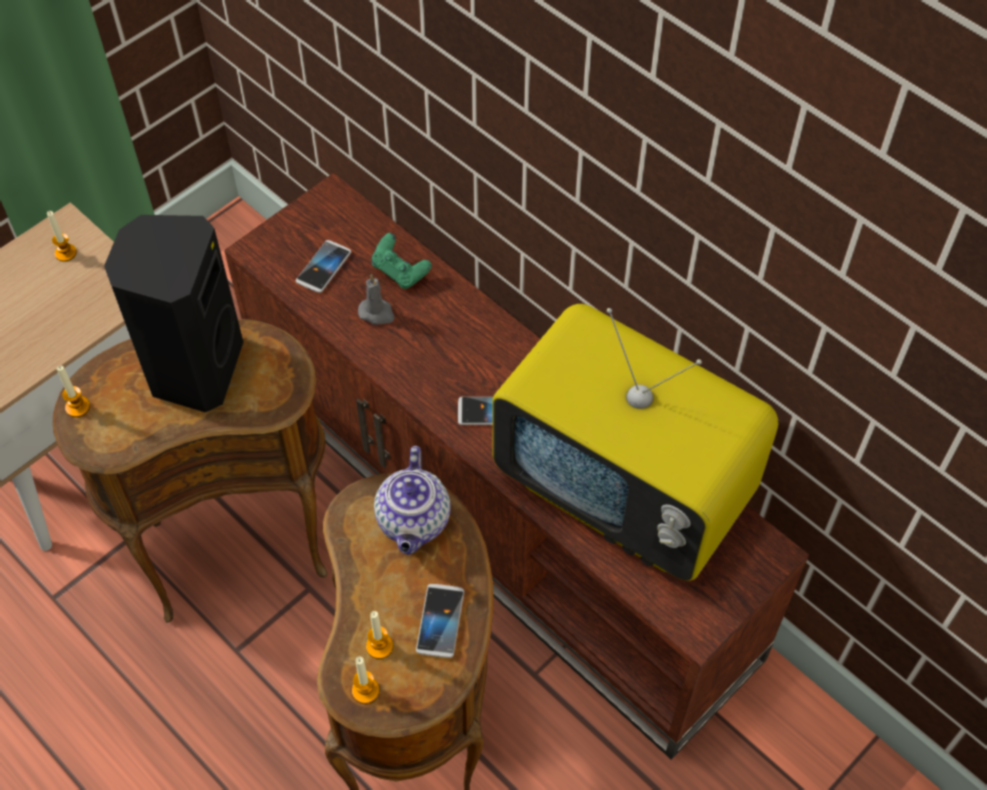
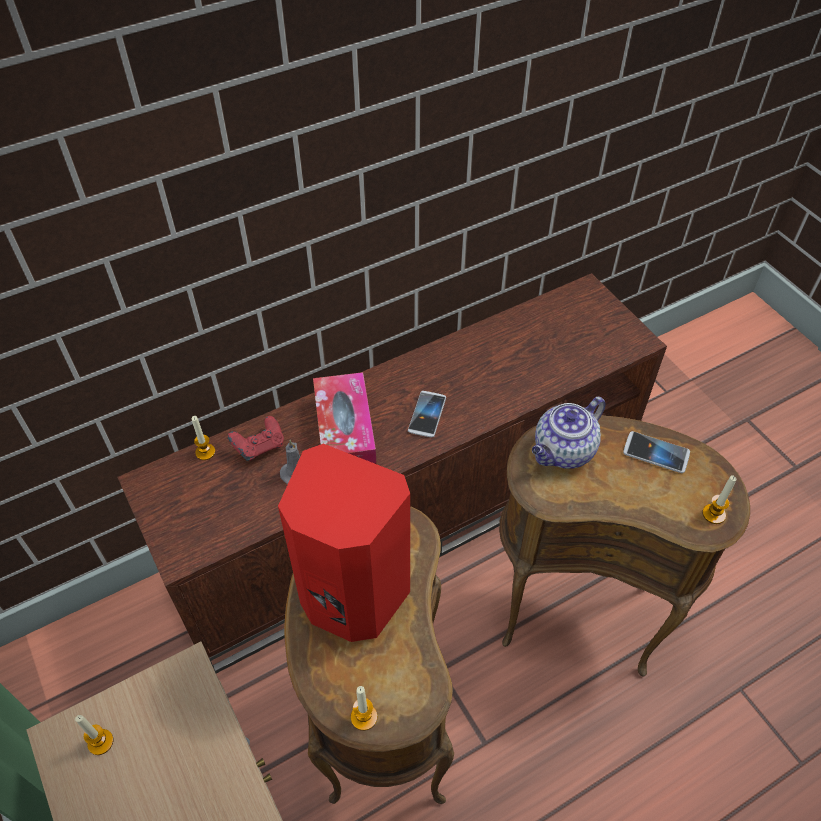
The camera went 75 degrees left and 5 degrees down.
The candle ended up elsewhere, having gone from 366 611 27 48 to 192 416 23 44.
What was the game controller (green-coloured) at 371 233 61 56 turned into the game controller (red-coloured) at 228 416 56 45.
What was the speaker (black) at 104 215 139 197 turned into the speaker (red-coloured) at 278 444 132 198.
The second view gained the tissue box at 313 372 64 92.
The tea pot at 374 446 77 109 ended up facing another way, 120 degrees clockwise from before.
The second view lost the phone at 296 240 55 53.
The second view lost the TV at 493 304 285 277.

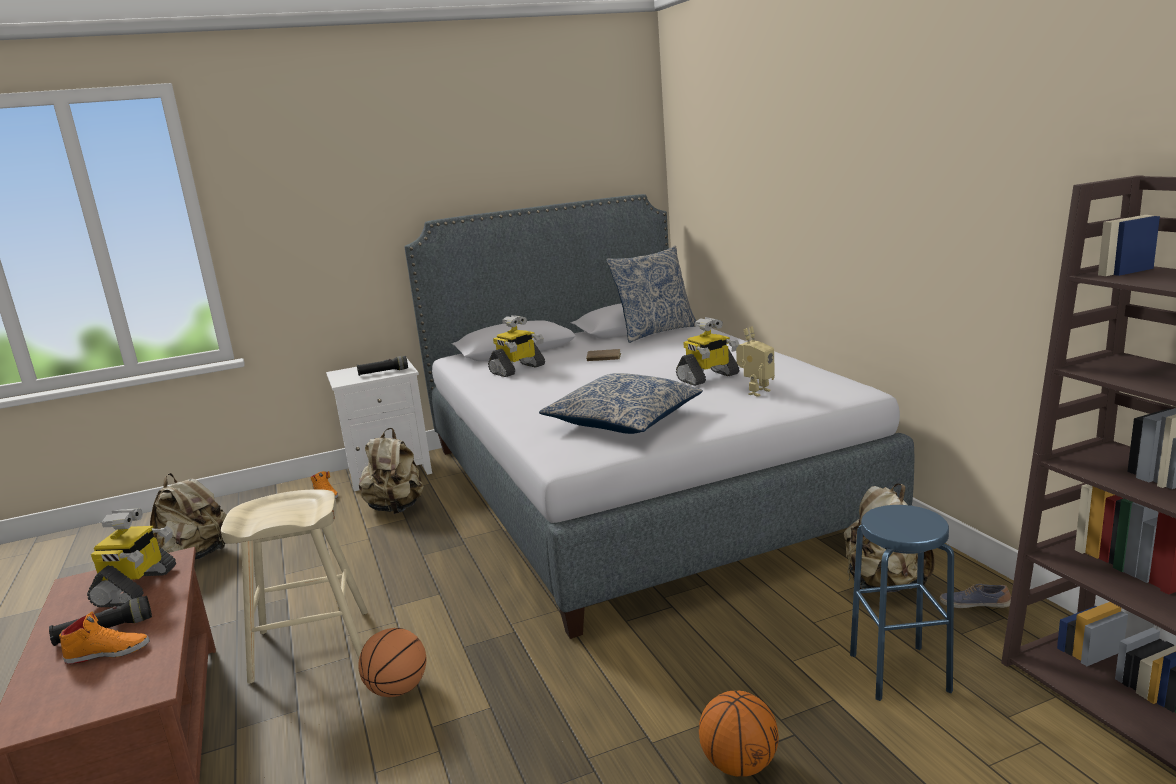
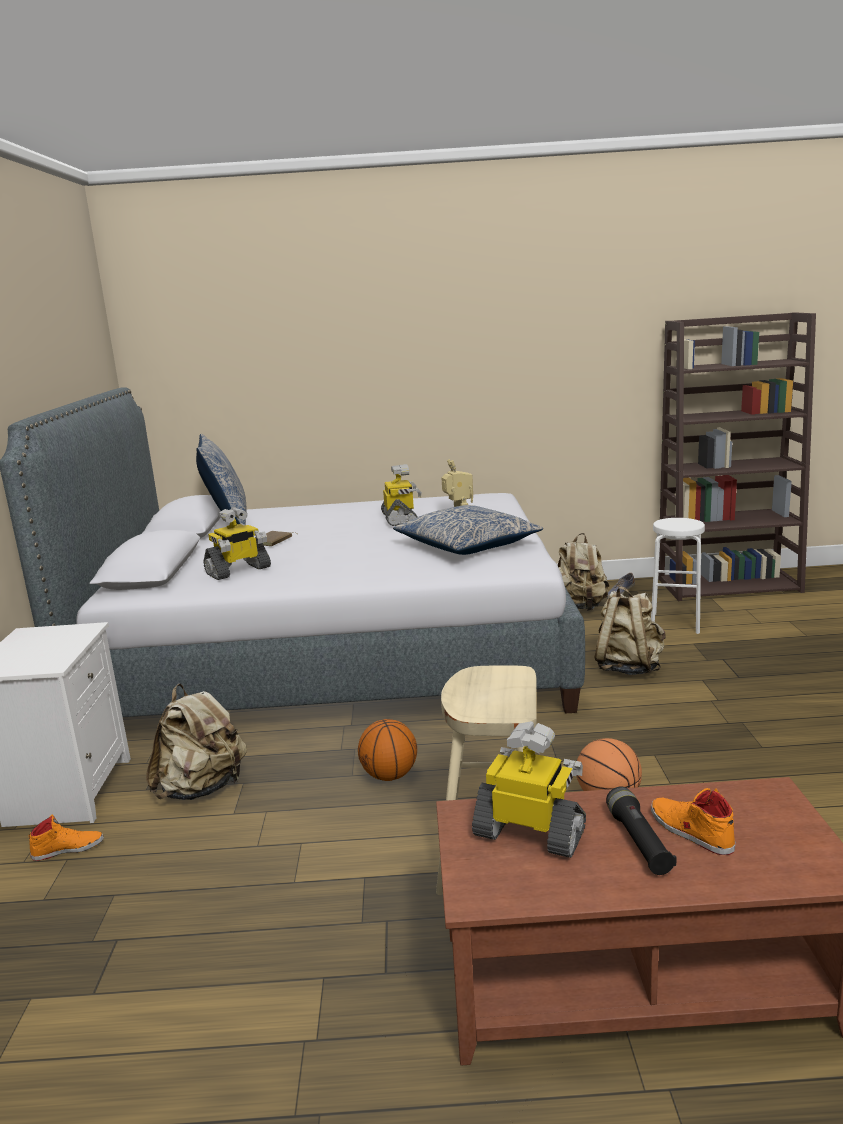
The camera went 70 degrees left and 0 degrees up.
The model robot at 488 315 57 62 ended up facing another way, 75 degrees clockwise from before.
The basketball ended up elsewhere, having gone from 699 691 80 86 to 358 719 59 62.
The backpack (beige-coloured) ended up elsewhere, having gone from 150 473 76 87 to 595 586 70 89.
What was the stool seat (bluish) at 850 505 104 196 turned into the stool seat (white) at 651 518 54 116.
The low shoe (orangey) at 59 611 91 53 ended up facing another way, 45 degrees counterclockwise from before.
The second view lost the flashlight (black) at 357 356 51 20.

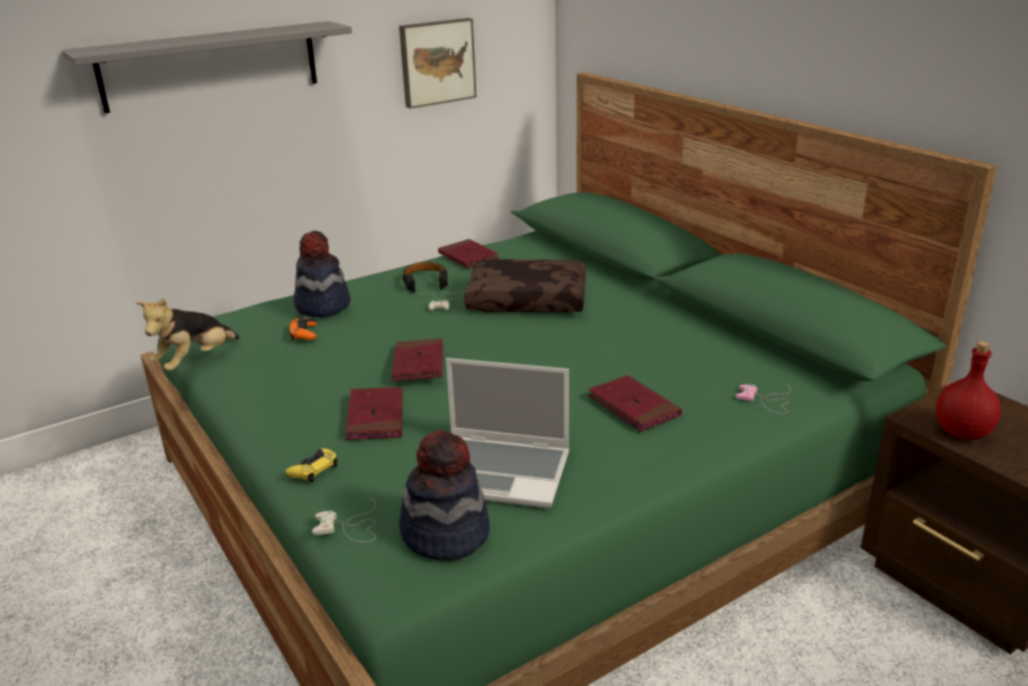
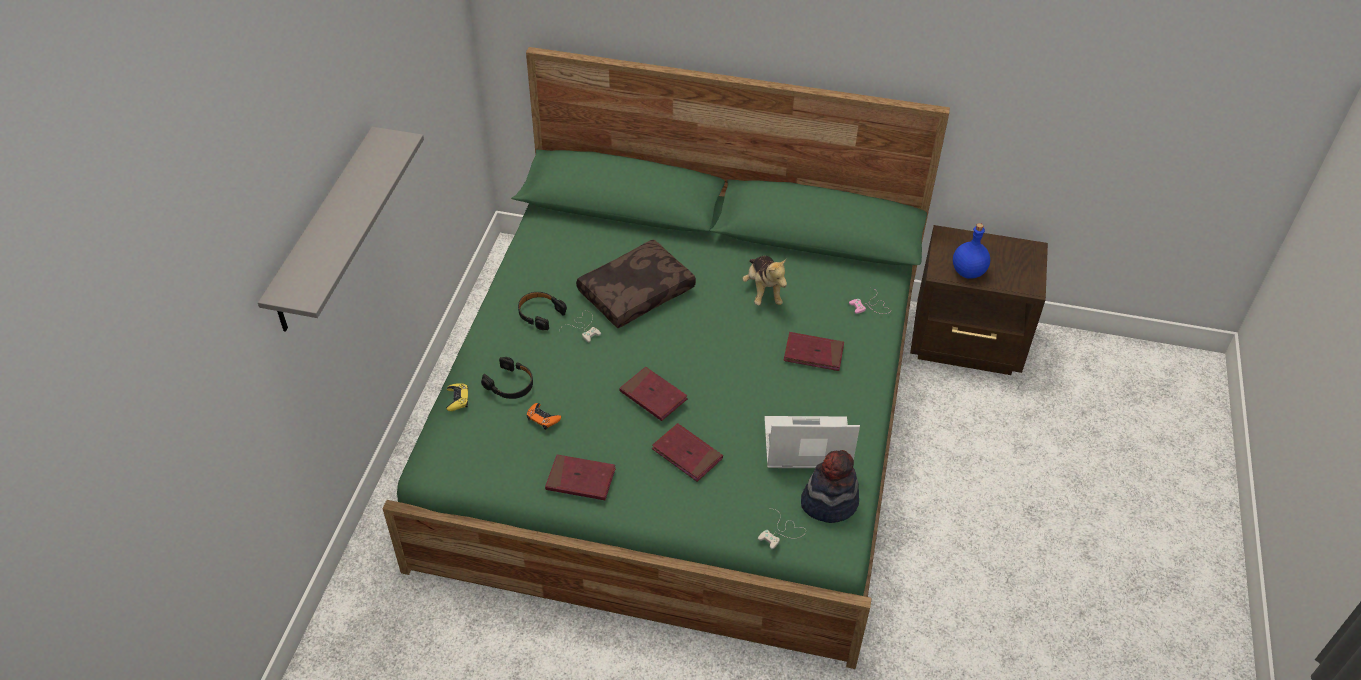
The camera went 45 degrees left and 20 degrees up.
The game controller (yellowish) ended up elsewhere, having gone from 286 448 51 35 to 446 383 22 28.
Where the hat stood at 293 231 58 87, the pair of headphones (black) came to stand at 481 357 52 42.
The bound book (red-coloured) ended up elsewhere, having gone from 438 239 61 29 to 545 454 71 46.
The plush toy ended up elsewhere, having gone from 136 298 103 73 to 742 256 45 49.
The notebook computer at 446 358 123 150 ended up facing another way, 150 degrees counterclockwise from before.
What was the drink bottle (red-coloured) at 936 341 65 99 turned into the drink bottle (bluish) at 953 223 37 56.
The second view lost the wall picture at 399 18 77 91.

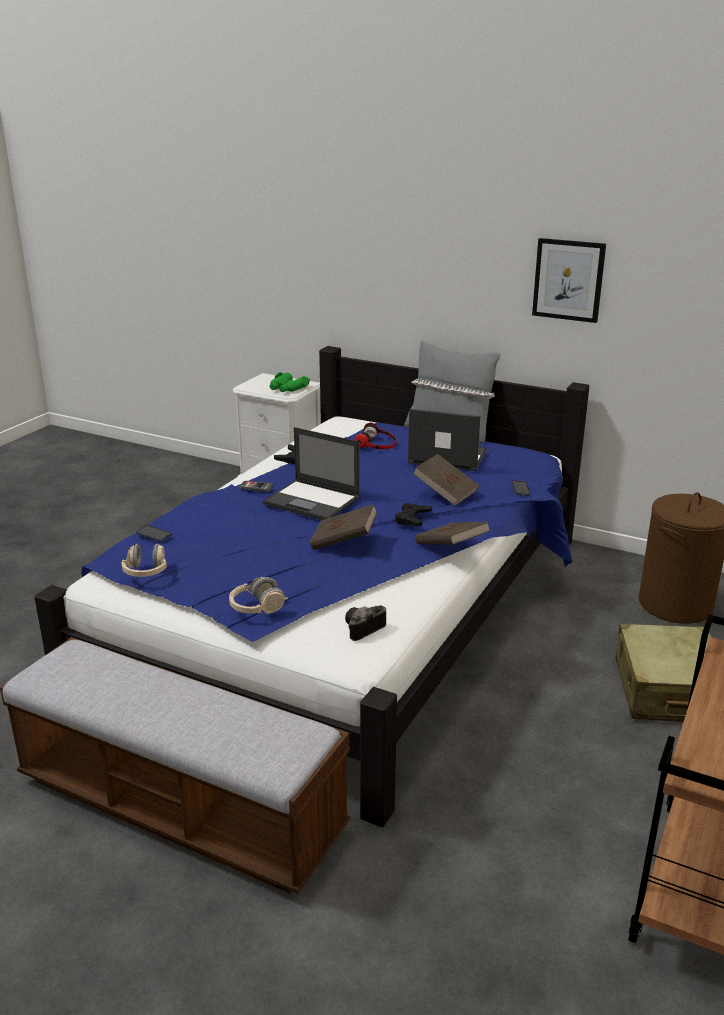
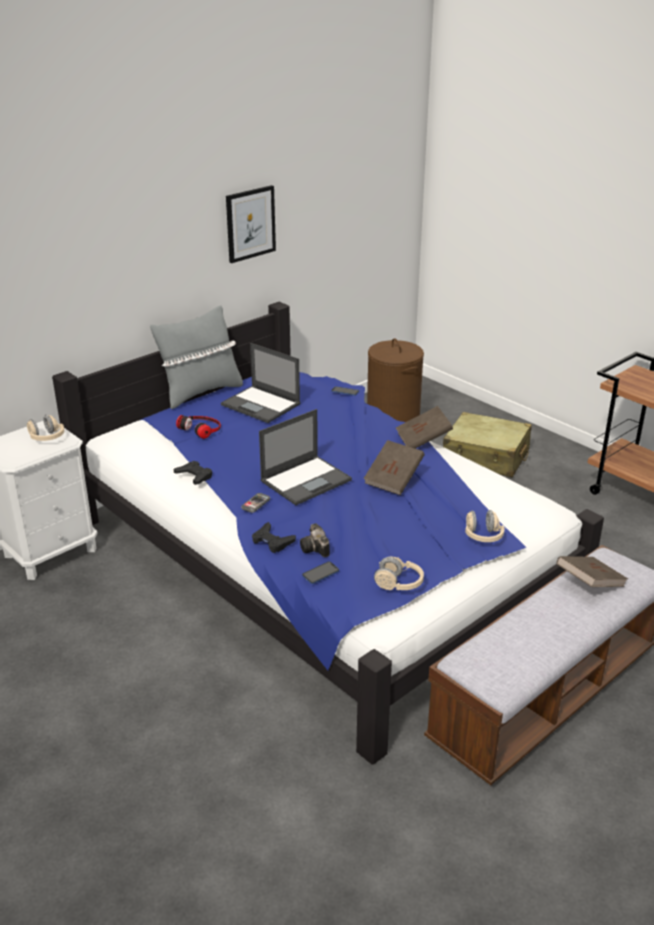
The camera went 70 degrees left and 5 degrees up.
Where the pair of binoculars (green-coloured) stood at 270 372 40 20, the pair of headphones (beige-coloured) came to stand at 27 415 37 26.
The notebook computer at 408 409 79 62 ended up facing another way, 90 degrees counterclockwise from before.
The game controller (black) ended up elsewhere, having gone from 395 503 37 23 to 252 522 44 31.
The photo camera ended up elsewhere, having gone from 345 605 41 36 to 300 523 30 34.
The bound book (brown-coloured) ended up elsewhere, having gone from 413 454 66 52 to 557 556 71 31.

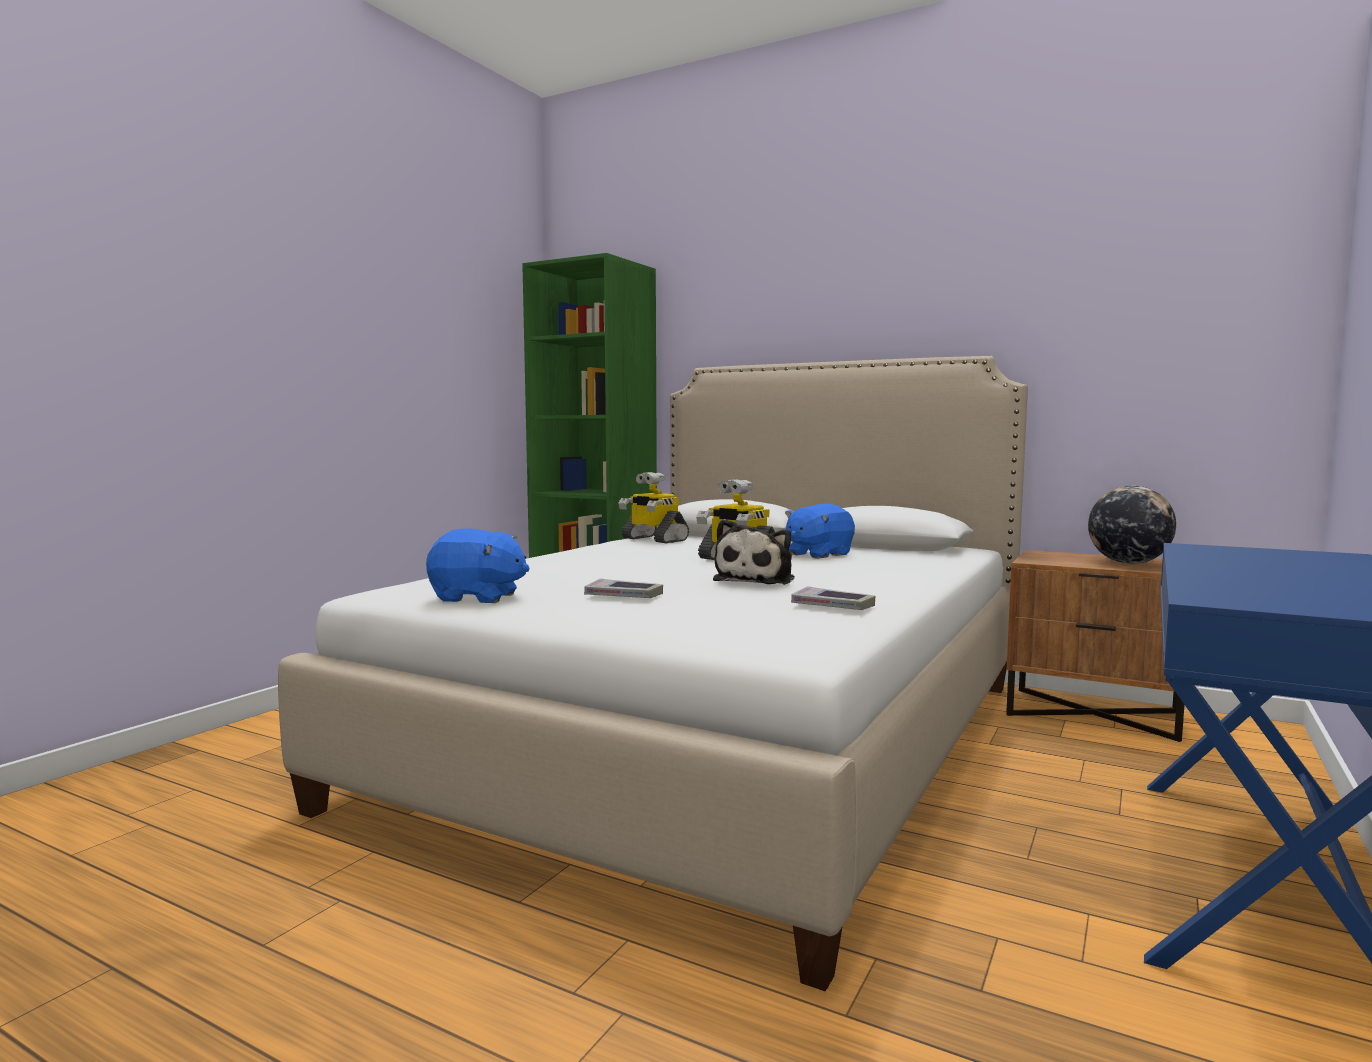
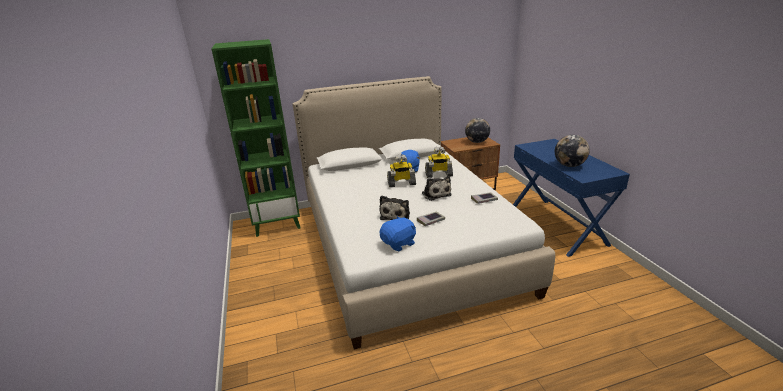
The camera went 45 degrees left and 20 degrees up.
The second view gained the plush toy at 380 196 30 24.
The model robot ended up elsewhere, having gone from 618 472 71 72 to 425 146 28 32.
The second view gained the world globe at 555 135 35 32.

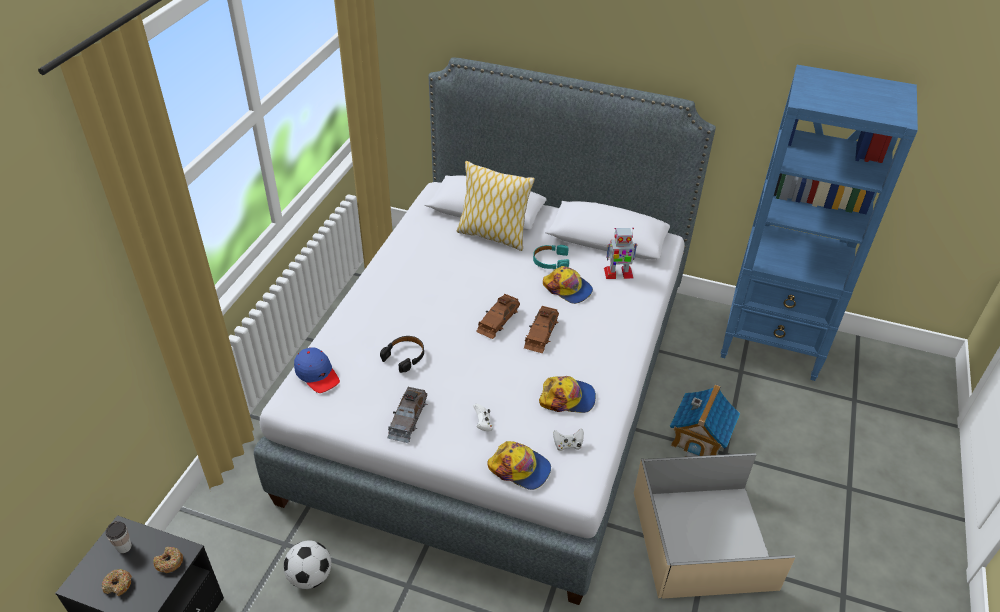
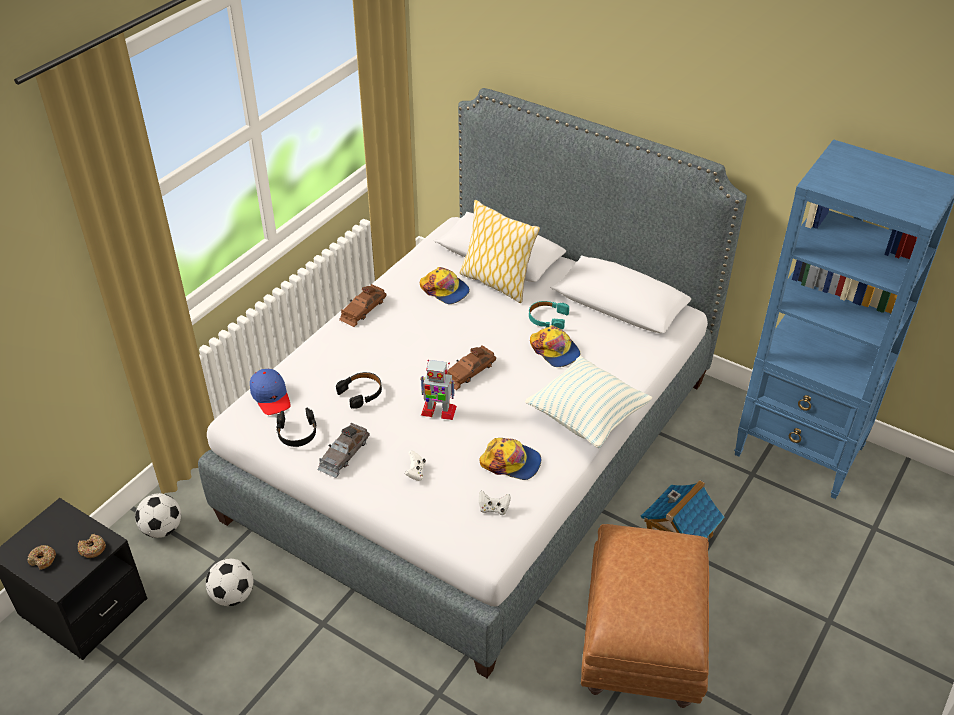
The camera went 15 degrees right and 0 degrees up.
The second view gained the football at 135 493 46 45.
The second view gained the pair of headphones (black) at 276 408 40 39.
The model car (brown-coloured) ended up elsewhere, having gone from 524 306 35 48 to 339 284 47 43.
The cap ended up elsewhere, having gone from 488 441 63 49 to 420 267 50 37.
The model robot ended up elsewhere, having gone from 604 228 33 51 to 420 360 37 60.
The second view gained the throw pillow at 525 356 127 92.
Where the storage bin (beige-coloured) stood at 634 453 161 146, the ottoman (brown-coloured) came to stand at 581 524 128 184.
The second view lost the small cup at 106 521 26 32.

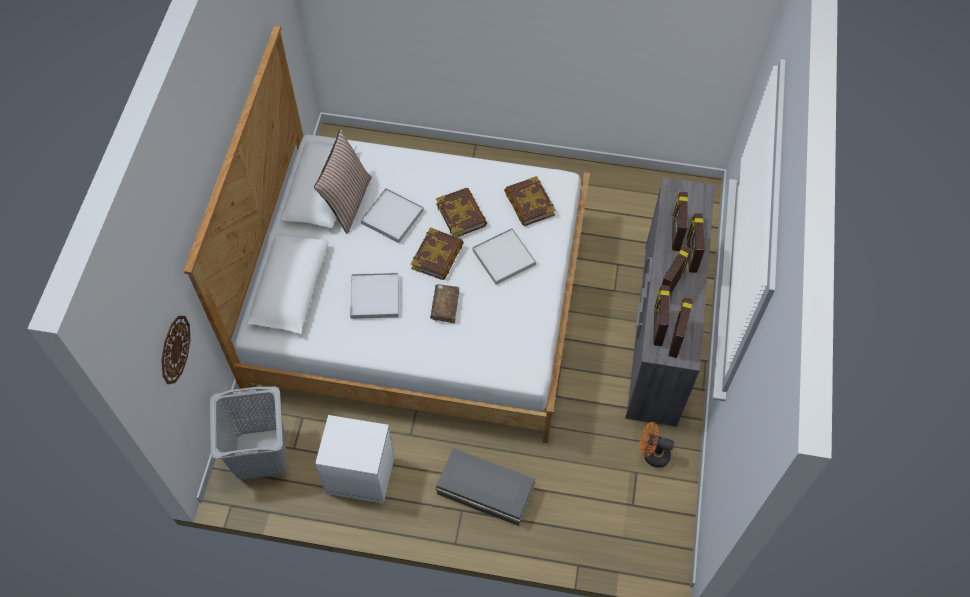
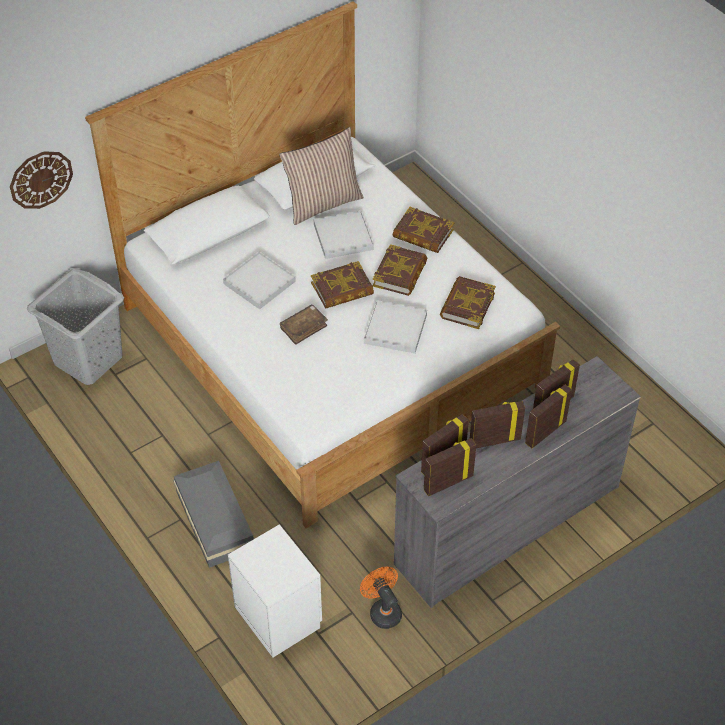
The camera went 45 degrees right and 10 degrees down.
The bedside table (white) ended up elsewhere, having gone from 315 415 79 89 to 228 524 94 133.
The second view gained the bound book at 393 207 61 46.

